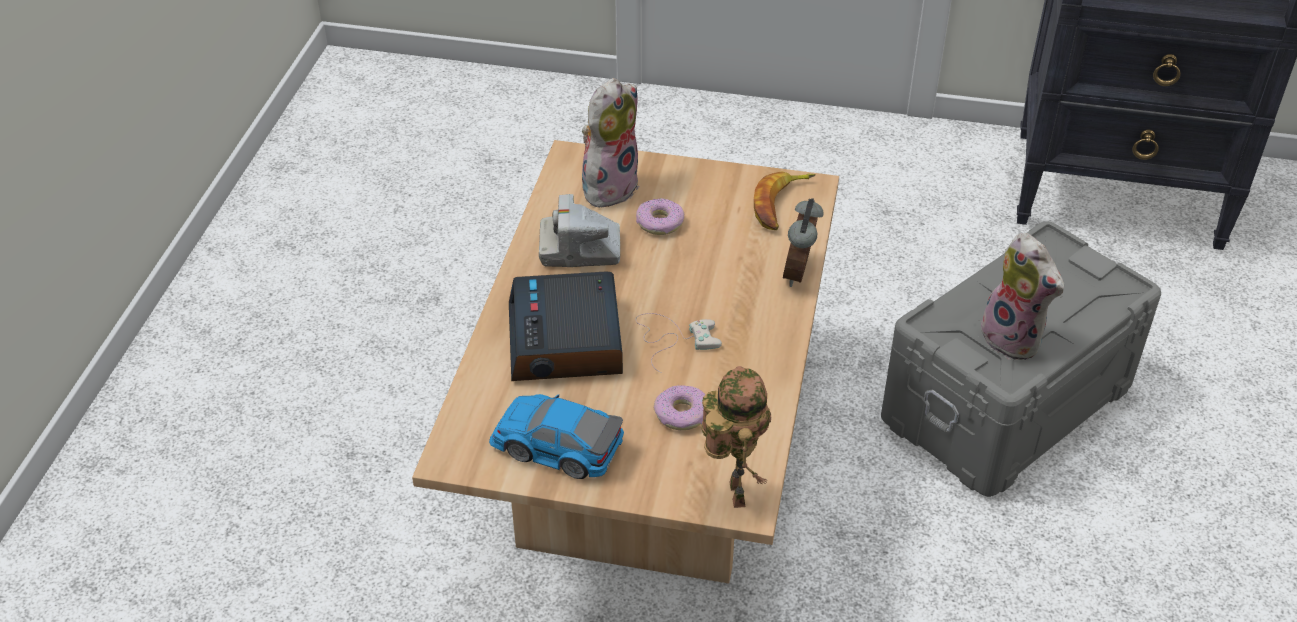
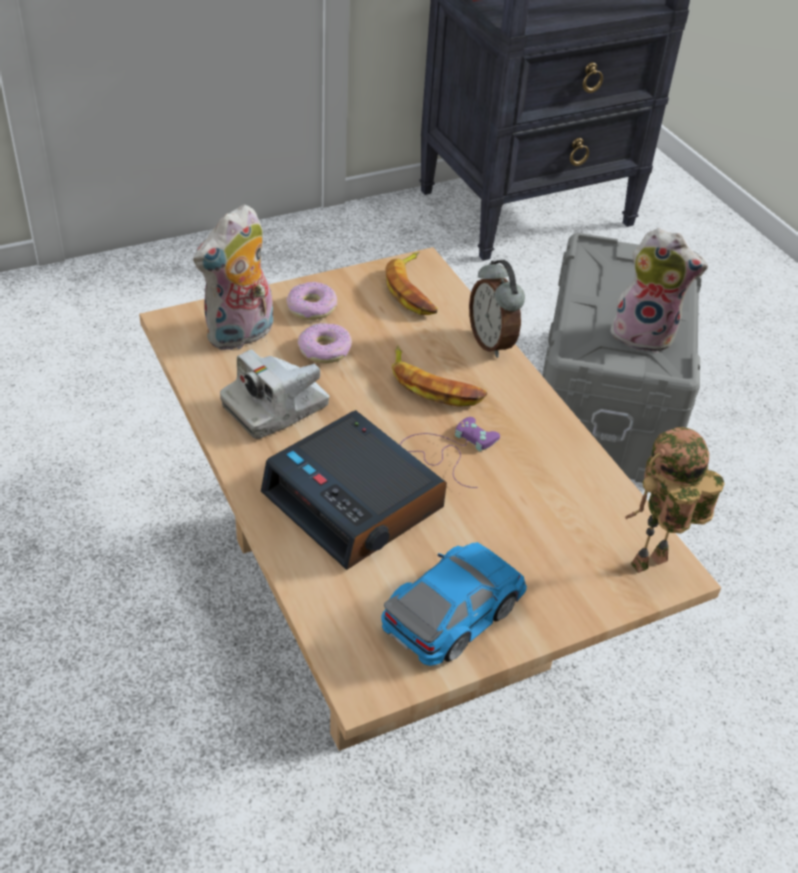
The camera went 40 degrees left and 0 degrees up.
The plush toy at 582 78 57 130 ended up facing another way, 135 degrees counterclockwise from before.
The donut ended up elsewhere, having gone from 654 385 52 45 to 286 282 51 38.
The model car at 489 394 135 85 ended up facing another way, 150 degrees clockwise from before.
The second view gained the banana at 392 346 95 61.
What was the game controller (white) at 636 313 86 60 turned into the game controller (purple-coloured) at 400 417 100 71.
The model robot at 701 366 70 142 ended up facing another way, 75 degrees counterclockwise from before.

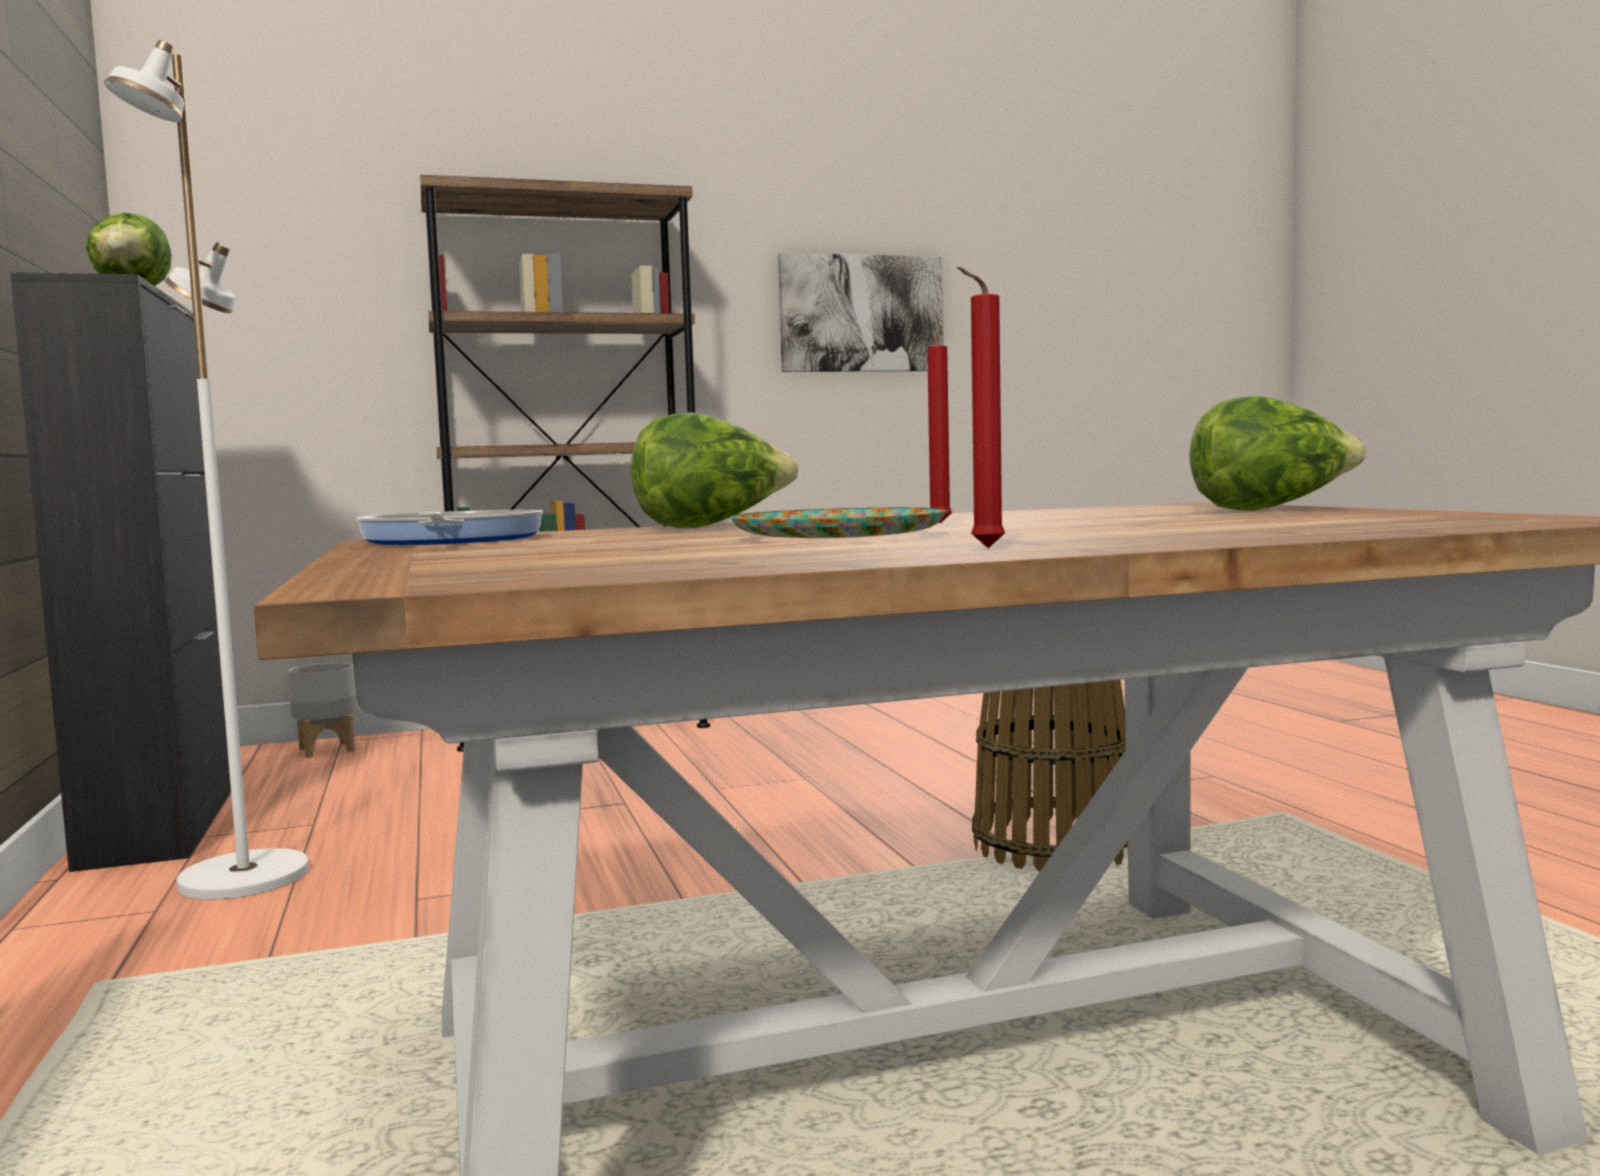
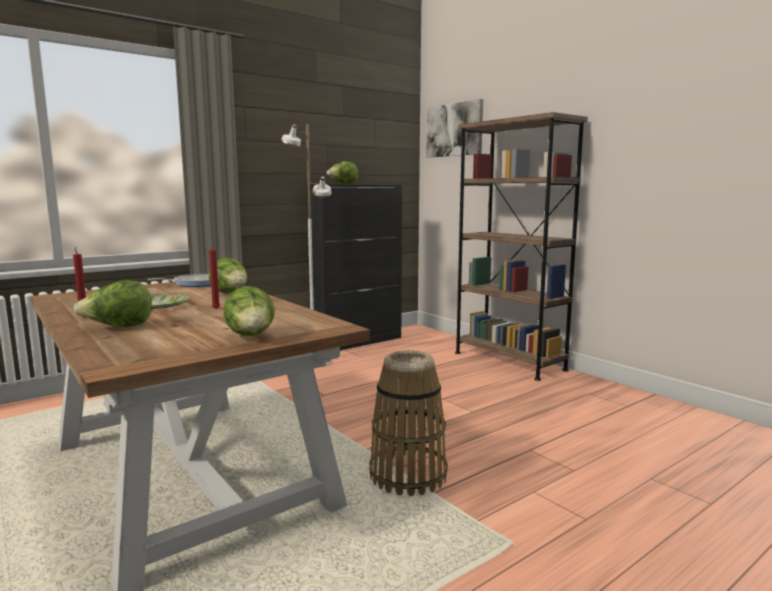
The camera went 70 degrees right and 5 degrees up.
The second view gained the lettuce head at 73 281 79 46.
The wall picture ended up elsewhere, having gone from 778 253 166 119 to 426 99 57 58.
The second view lost the plant pot (grey) at 288 662 69 96.

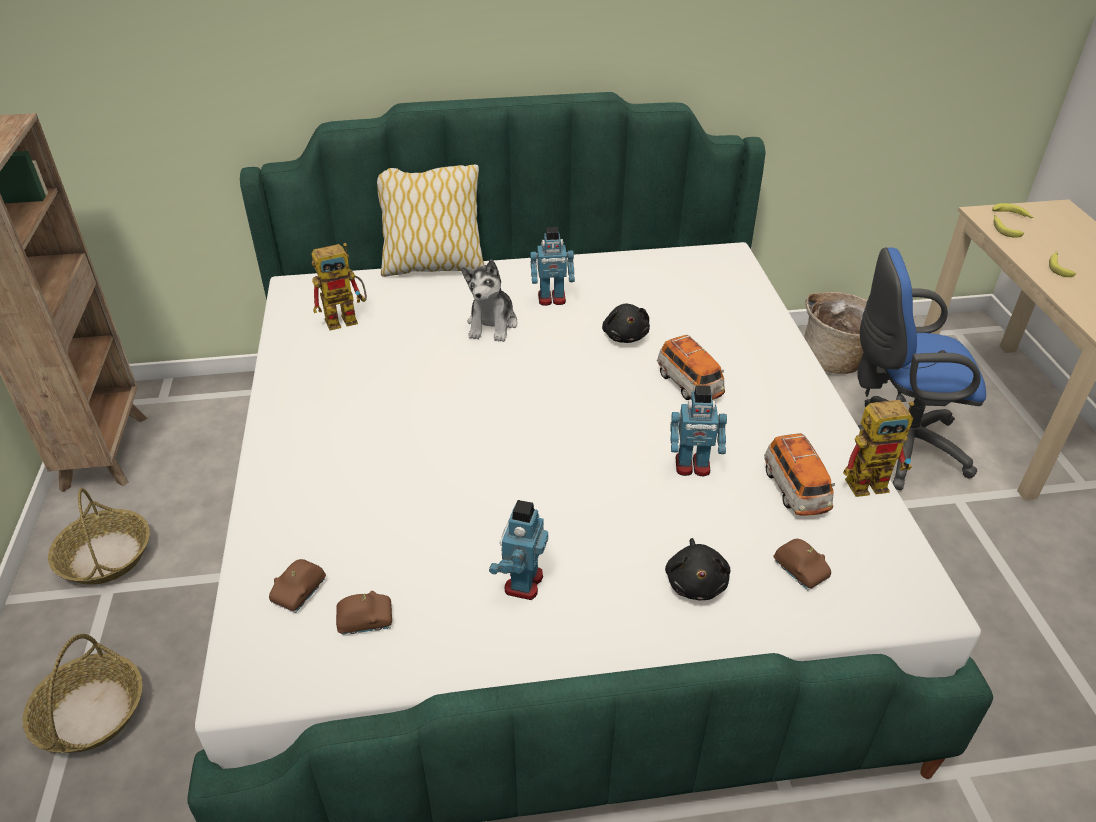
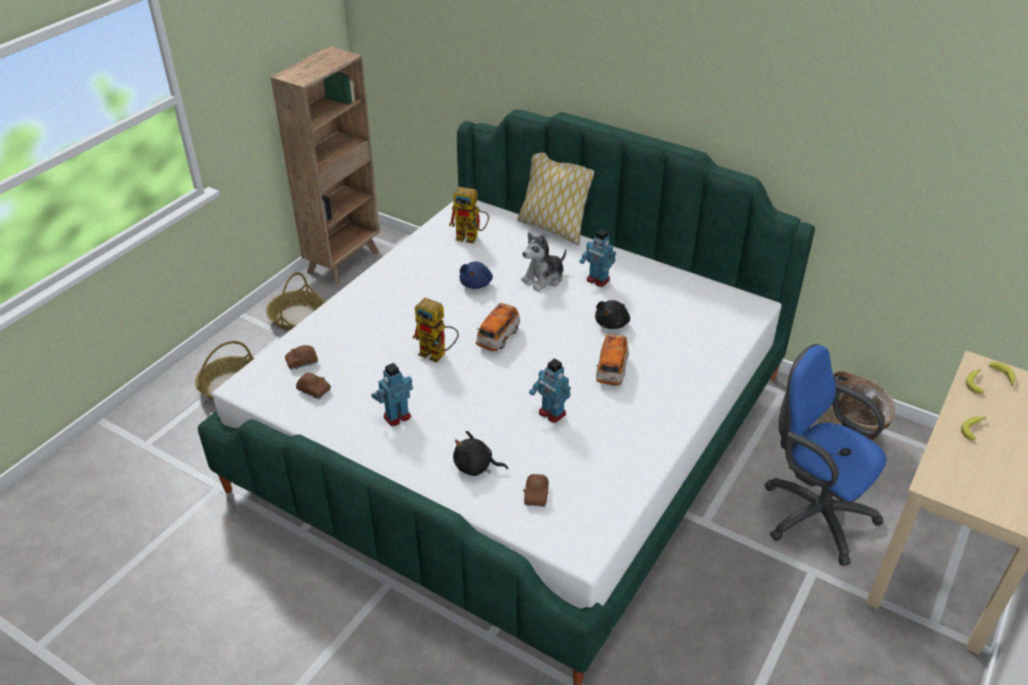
The camera went 40 degrees right and 0 degrees up.
The model robot ended up elsewhere, having gone from 843 400 71 97 to 413 298 46 65.
The plush toy (black) at 665 538 65 62 ended up facing another way, 60 degrees clockwise from before.
The second view gained the plush toy (bluish) at 460 261 33 28.
The model car ended up elsewhere, having gone from 764 433 71 83 to 476 303 44 48.

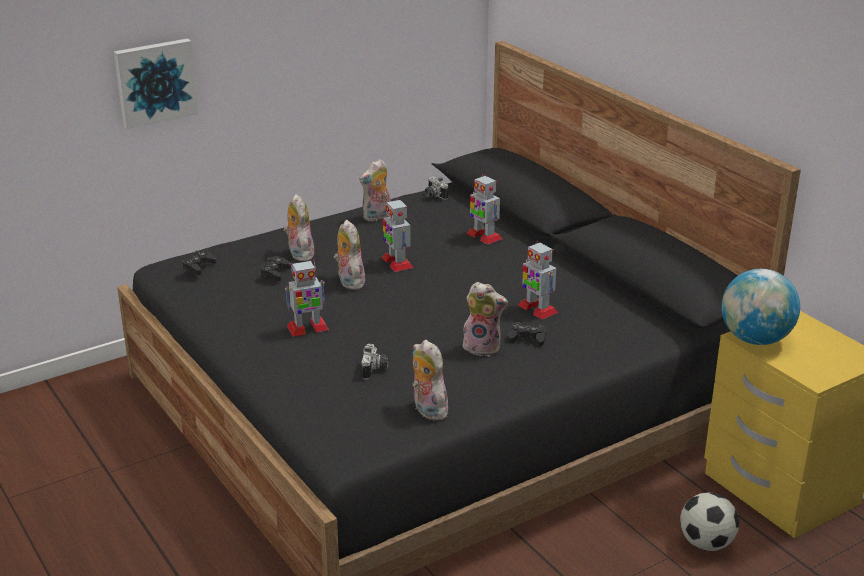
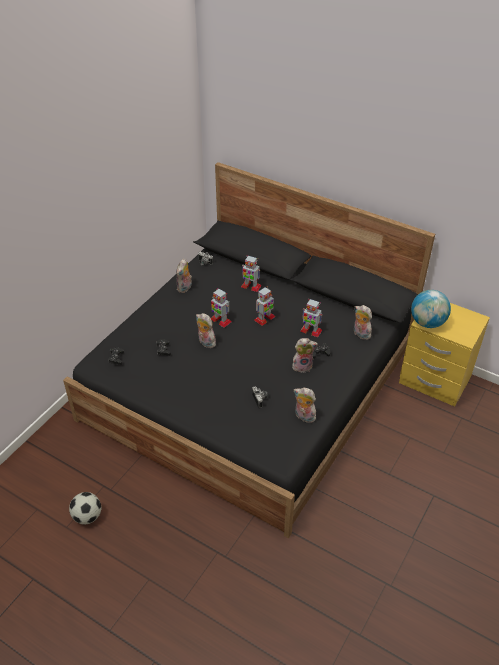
The camera went 25 degrees left and 15 degrees up.
The football ended up elsewhere, having gone from 680 493 59 58 to 69 492 32 33.
The model robot ended up elsewhere, having gone from 285 259 44 78 to 254 286 21 40.
The plush toy ended up elsewhere, having gone from 284 194 30 67 to 354 305 18 35.
The second view lost the wall picture at 114 38 85 91.

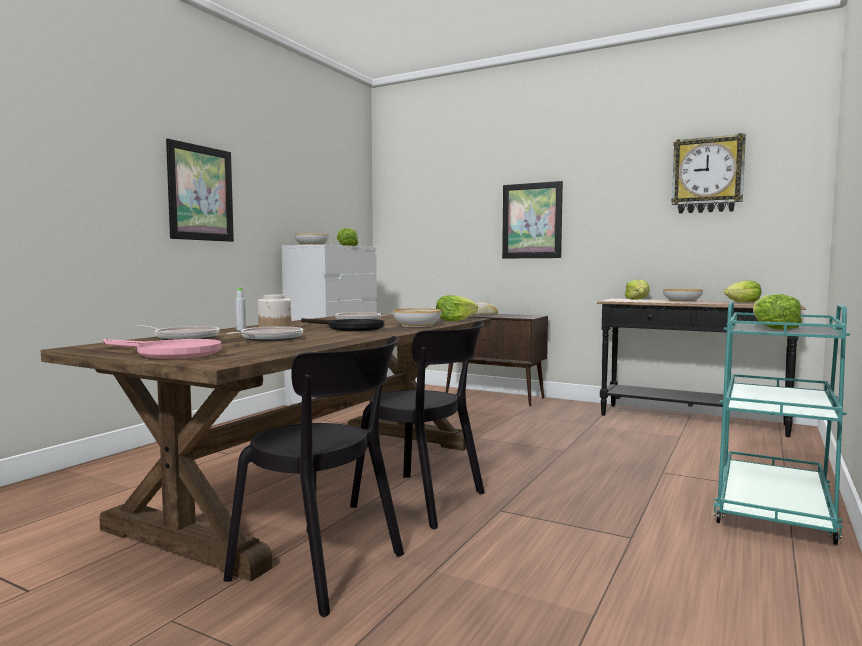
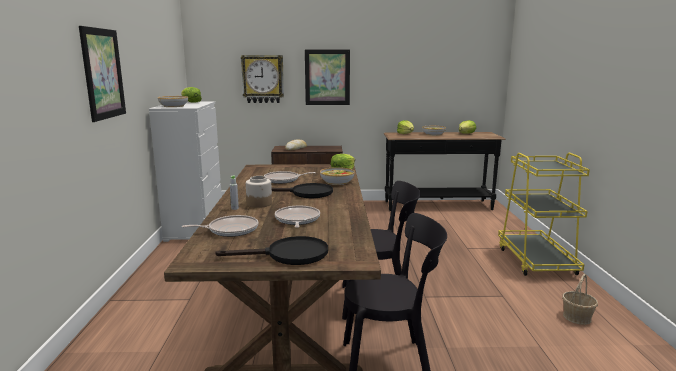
The camera went 30 degrees left and 10 degrees up.
What was the skillet (pinkish) at 103 339 119 20 turned into the skillet (black) at 215 236 113 29.
The clock on the wall ended up elsewhere, having gone from 671 133 75 81 to 241 55 43 48.
What was the cart (blue-green) at 713 301 137 244 turned into the cart (yellowish) at 498 153 92 123.
The second view gained the storage basket at 562 274 36 51.
The second view lost the lettuce head at 753 294 49 36.

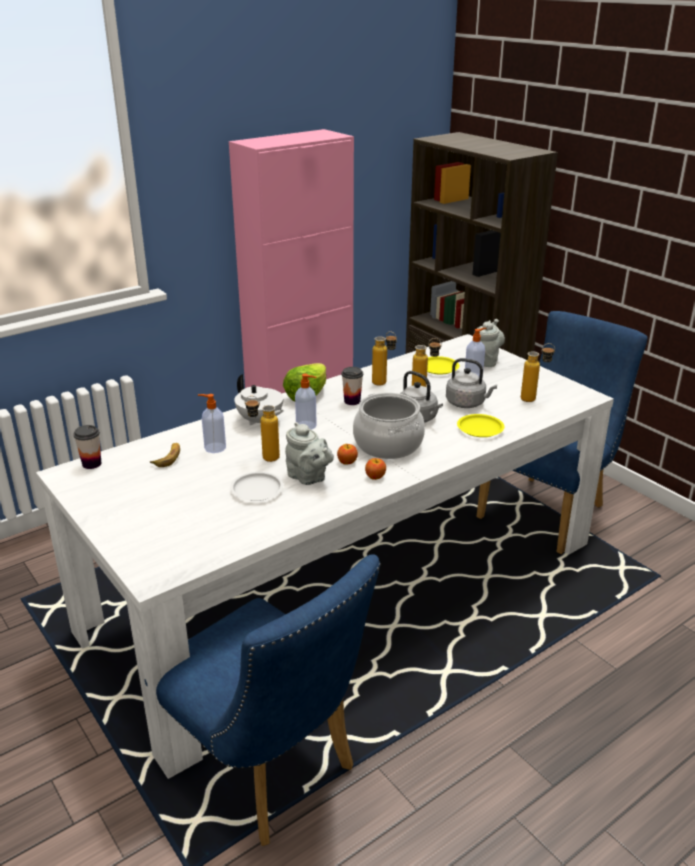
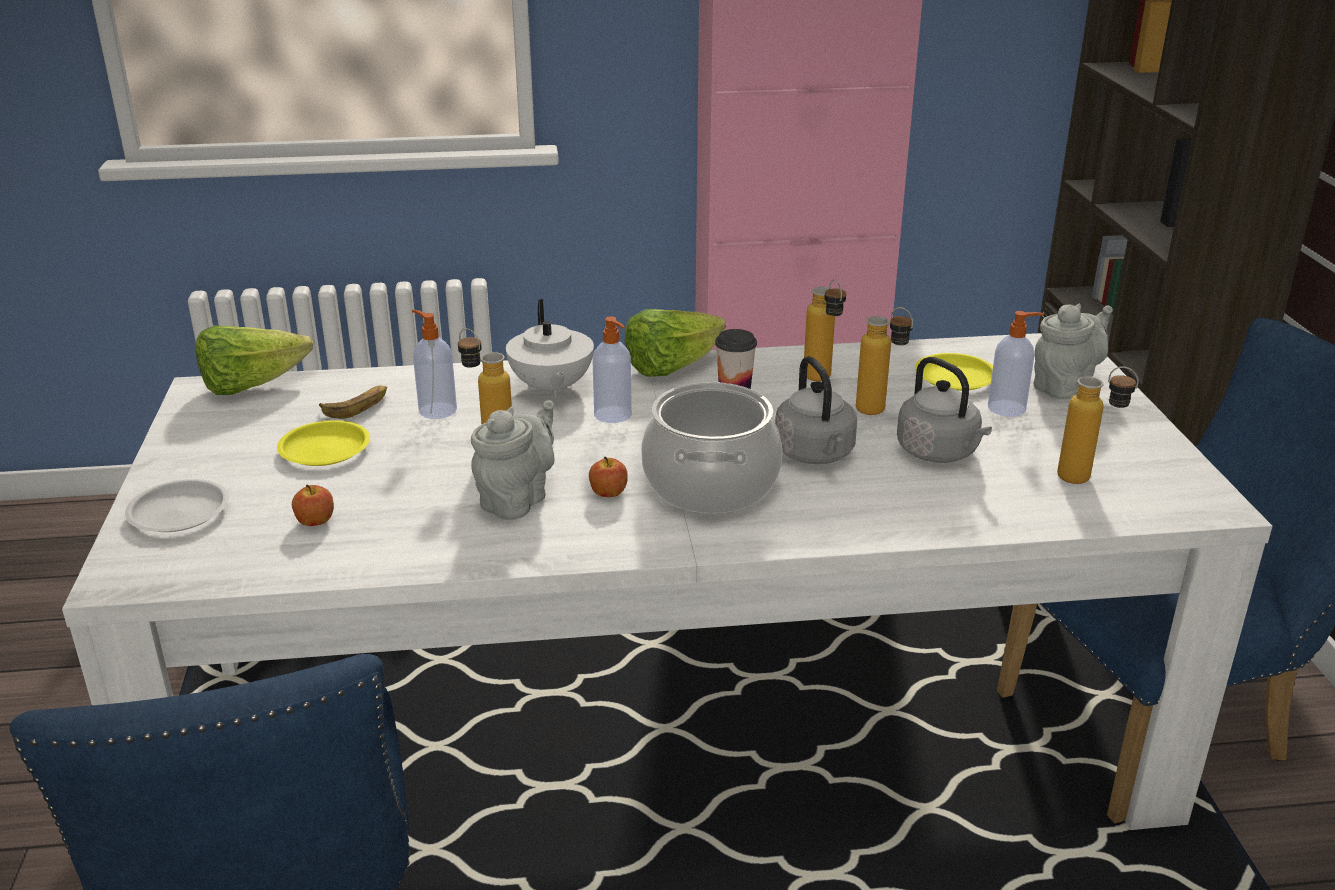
The camera went 30 degrees right and 0 degrees up.
The plate (white) ended up elsewhere, having gone from 230 472 53 29 to 125 479 104 53.
Where the small cup stood at 73 425 28 44, the lettuce head came to stand at 196 326 117 69.
The plate (yellowish) ended up elsewhere, having gone from 457 414 47 23 to 277 420 93 46.
The apple fruit ended up elsewhere, having gone from 365 458 21 22 to 292 485 42 41.
The tea pot (grey) at 285 422 49 63 ended up facing another way, 135 degrees counterclockwise from before.

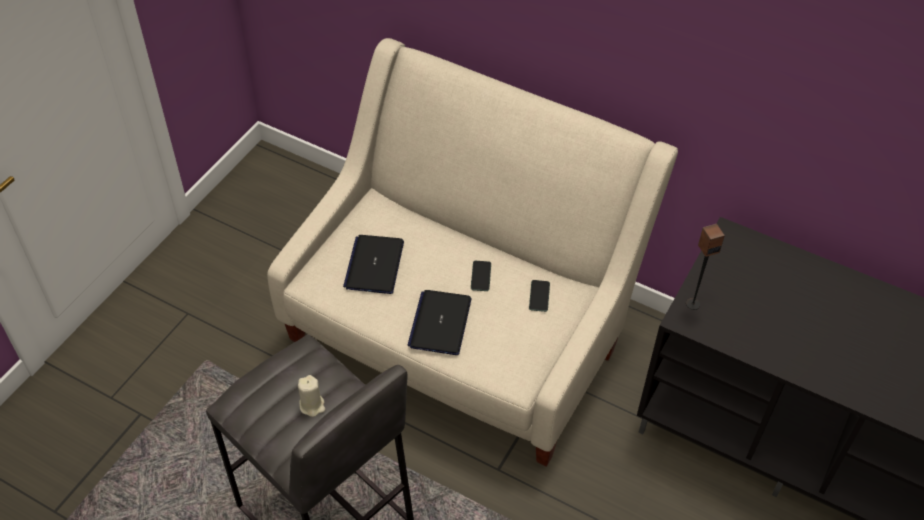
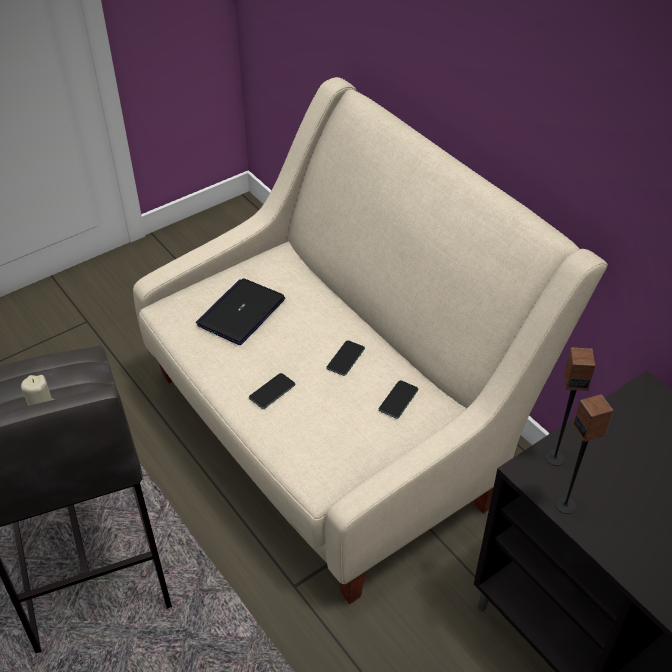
The camera went 25 degrees right and 5 degrees down.
Where the notebook computer stood at 408 290 63 65, the phone came to stand at 249 373 46 36.
The second view gained the speaker at 555 394 59 120.

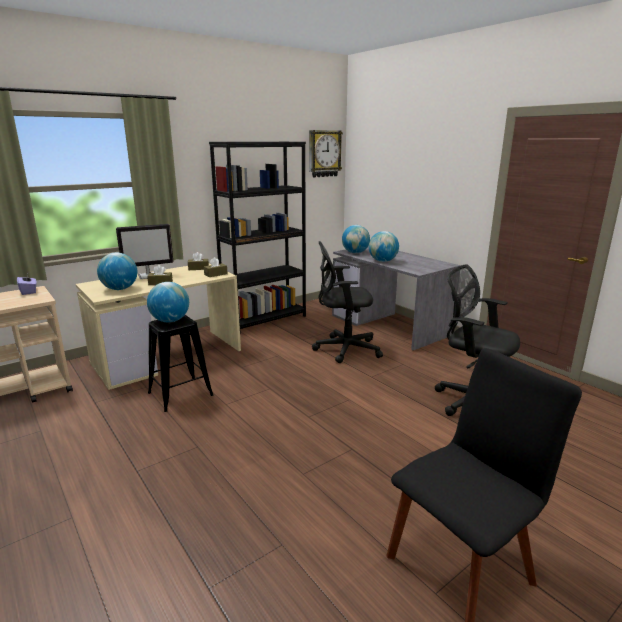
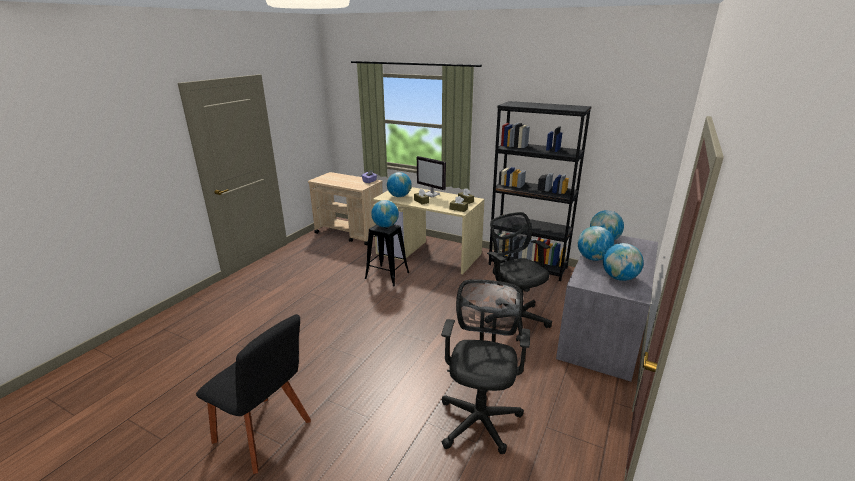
The camera went 65 degrees right and 5 degrees up.
The second view gained the world globe at 603 243 41 38.
The second view lost the clock on the wall at 309 130 34 47.

